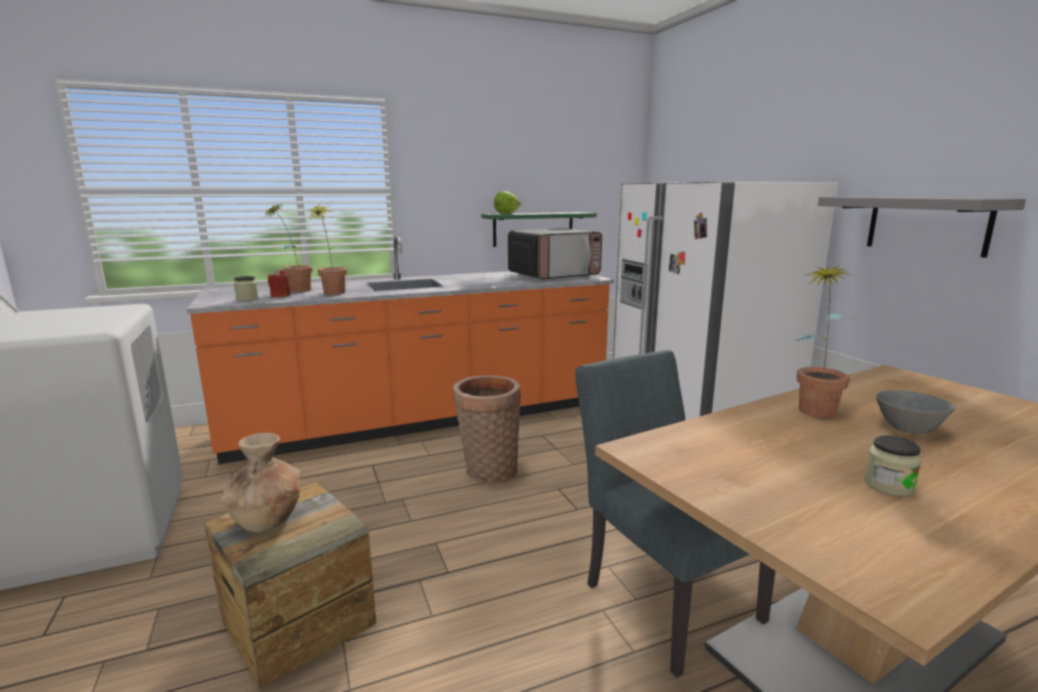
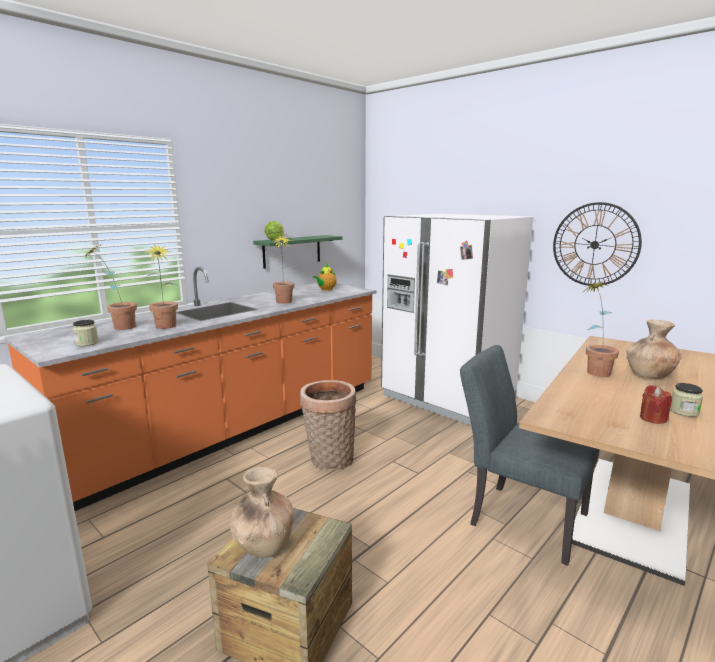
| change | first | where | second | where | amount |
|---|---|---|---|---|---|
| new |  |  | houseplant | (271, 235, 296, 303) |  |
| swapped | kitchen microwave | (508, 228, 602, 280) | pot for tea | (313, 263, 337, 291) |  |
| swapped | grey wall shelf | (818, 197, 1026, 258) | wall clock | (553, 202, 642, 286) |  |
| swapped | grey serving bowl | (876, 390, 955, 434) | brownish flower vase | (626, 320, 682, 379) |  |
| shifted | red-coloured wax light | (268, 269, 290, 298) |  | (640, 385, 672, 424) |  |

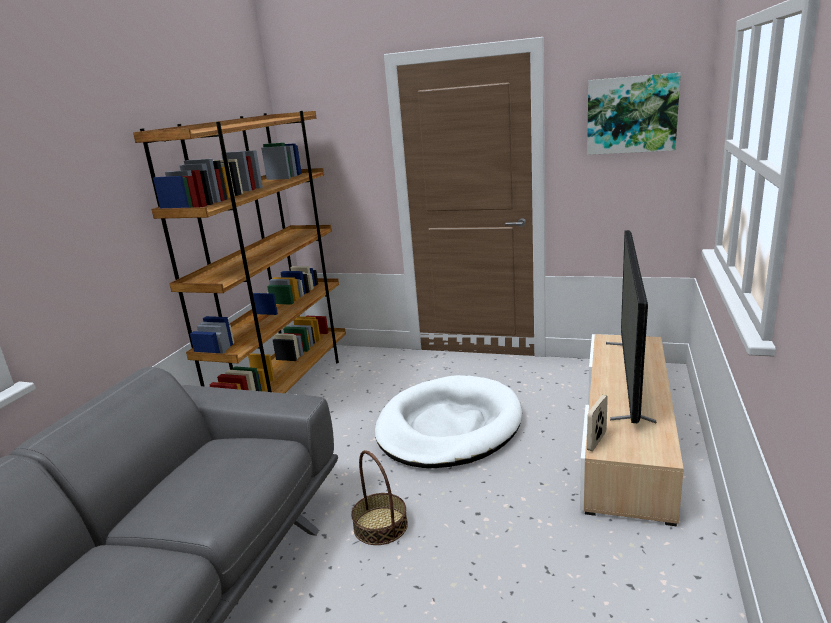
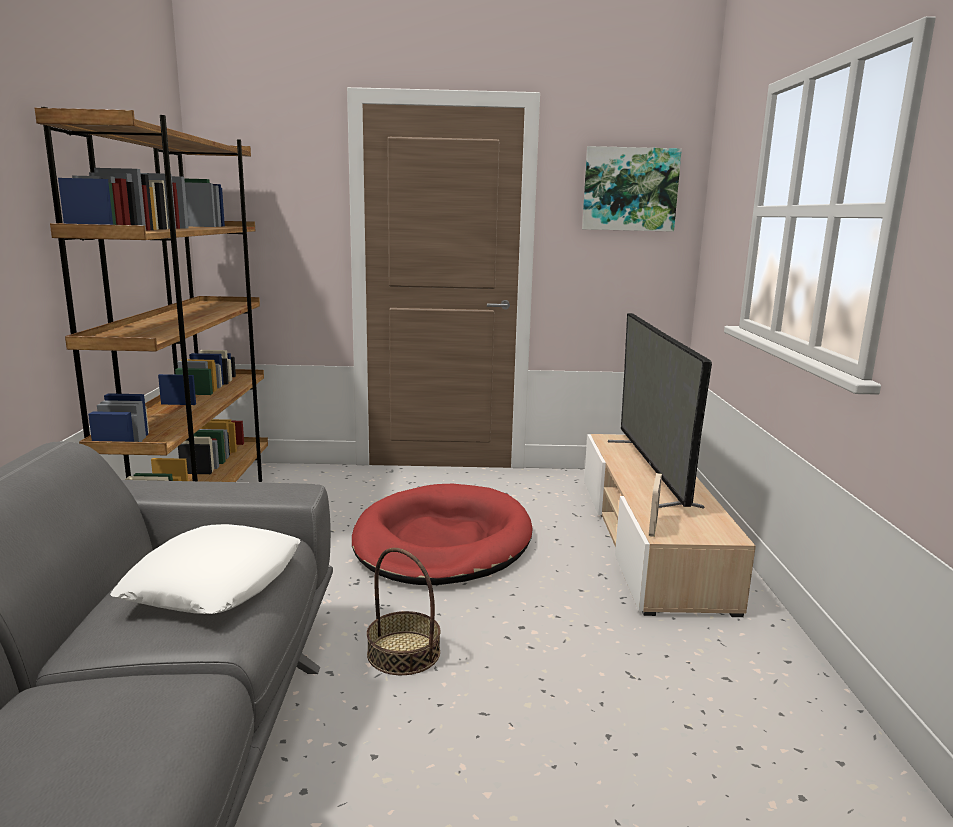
| change | first | where | second | where | amount |
|---|---|---|---|---|---|
| new |  |  | whitish pillow | (110, 524, 301, 614) |  |
| repainted | whitish dog cushion | (375, 375, 522, 468) | red-coloured dog cushion | (352, 484, 533, 585) |  |

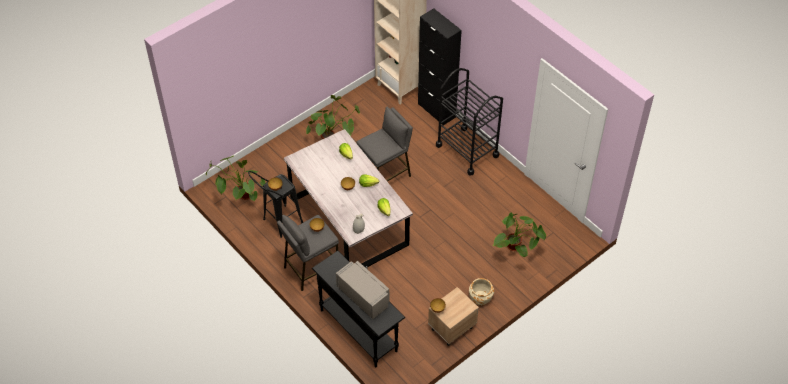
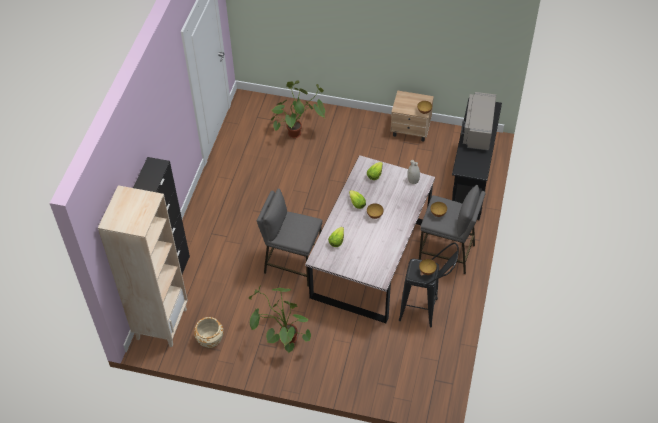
| change | first | where | second | where | amount |
|---|---|---|---|---|---|
| shifted | beige-coloured flower pot | (469, 278, 494, 305) |  | (194, 317, 224, 348) |  |
| gone | houseplant | (206, 155, 265, 201) |  |  |  |
| gone | blackish wheeled cart | (436, 68, 503, 176) |  |  |  |

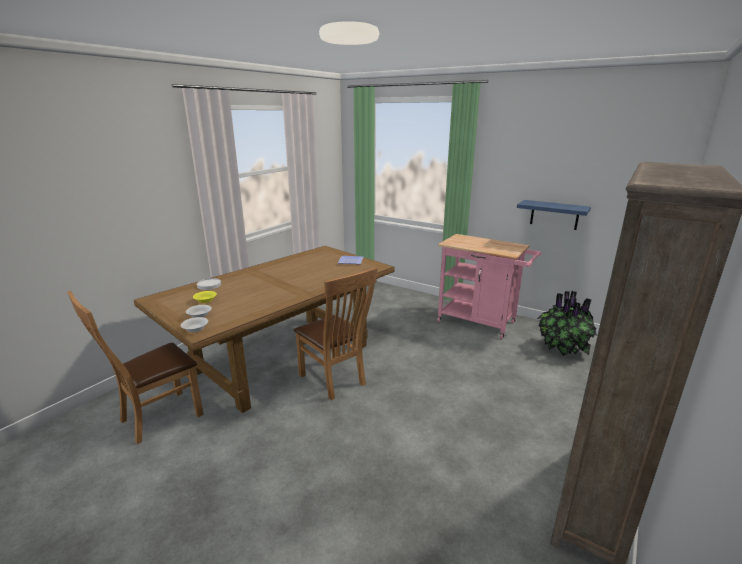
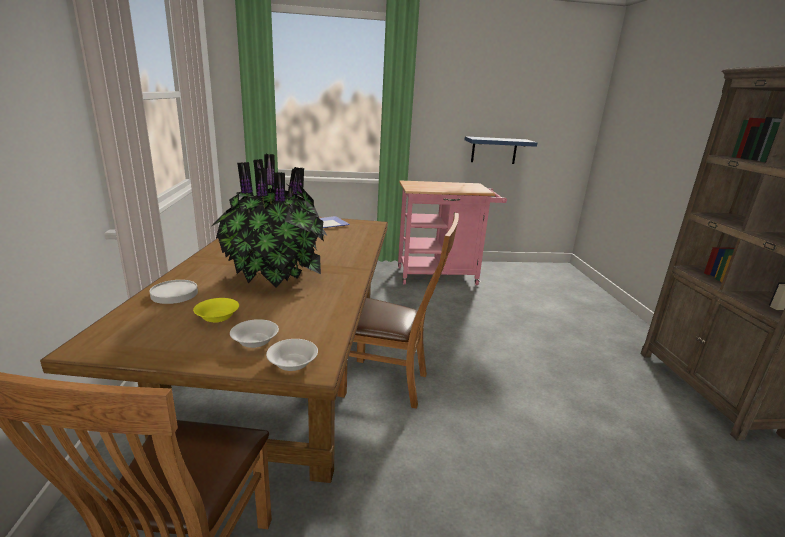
| change | first | where | second | where | amount |
|---|---|---|---|---|---|
| shifted | houseplant | (537, 291, 597, 356) |  | (212, 154, 327, 288) |  |

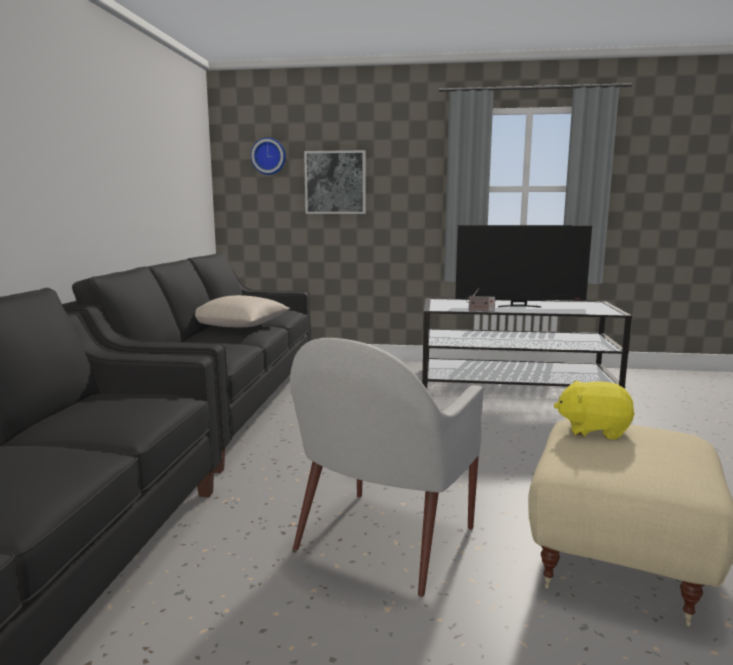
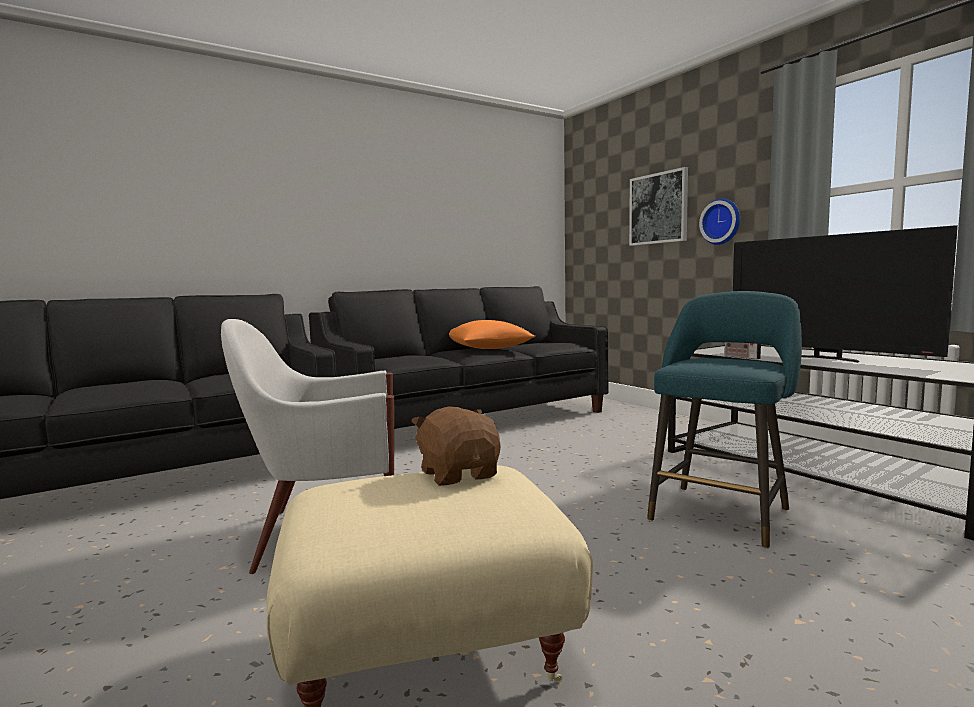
| change | first | where | second | where | amount |
|---|---|---|---|---|---|
| repainted | yellow-coloured plush toy | (554, 380, 635, 440) | brownish plush toy | (411, 406, 501, 486) |  |
| repainted | beige-coloured pillow | (195, 295, 290, 327) | orange-coloured pillow | (449, 320, 536, 349) |  |
| new |  |  | blue-green sitting stool | (647, 291, 802, 549) |  |
| shifted | wall clock | (251, 137, 286, 175) |  | (699, 198, 740, 245) |  |

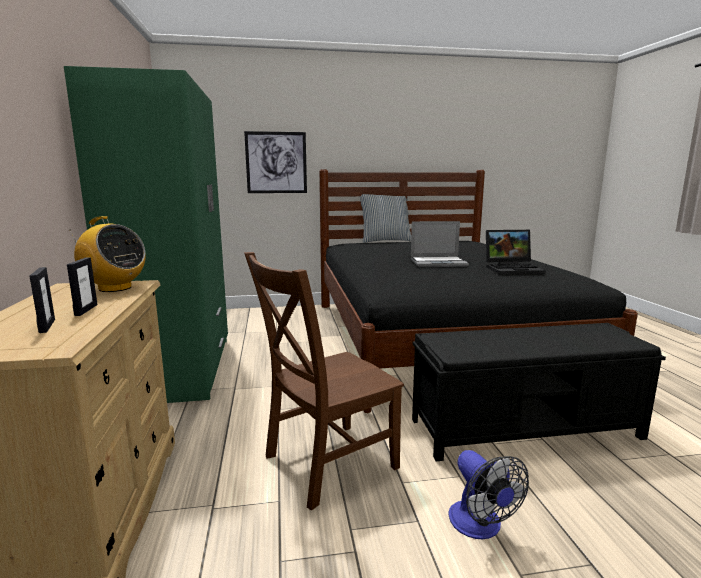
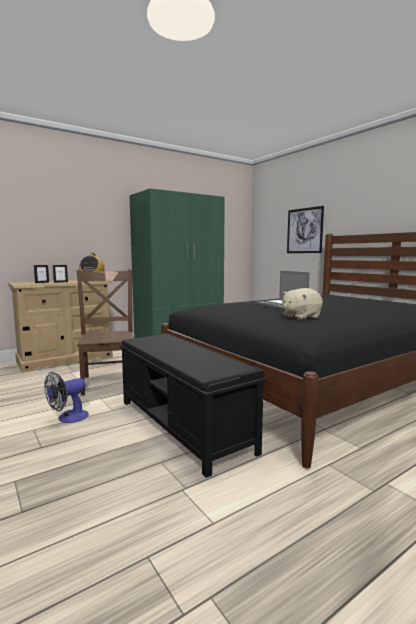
| change | first | where | second | where | amount |
|---|---|---|---|---|---|
| rotated | brownish chair | (244, 252, 404, 510) |  | (77, 269, 134, 396) | 45 degrees clockwise |
| swapped | laptop | (486, 229, 546, 275) | beige-coloured plush toy | (282, 288, 323, 320) |  |
| gone | pillow | (359, 194, 411, 243) |  |  |  |

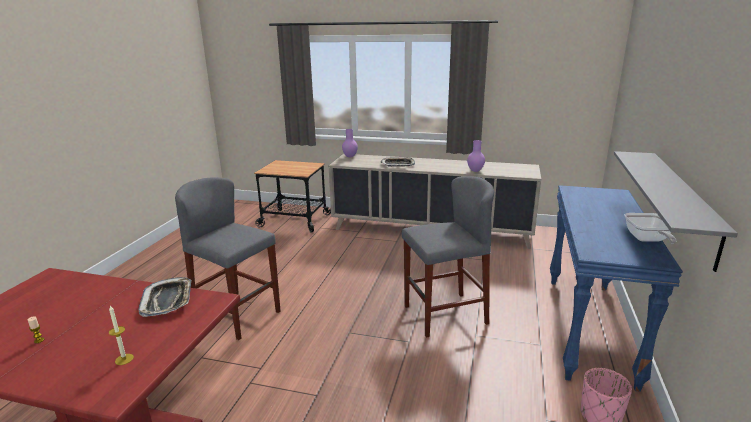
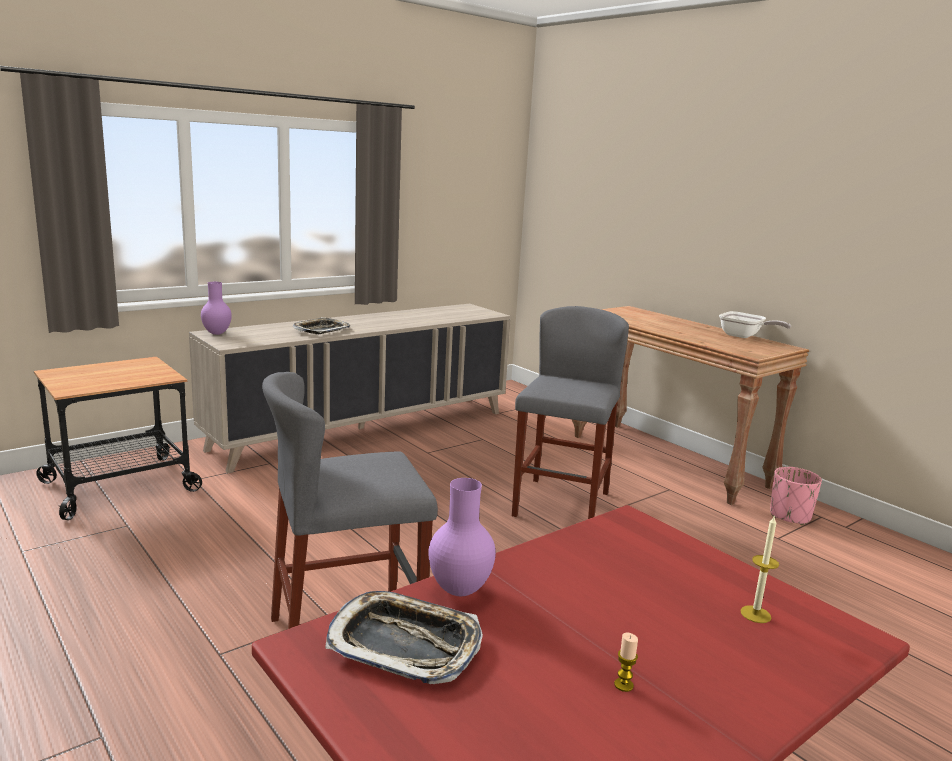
| change | first | where | second | where | amount |
|---|---|---|---|---|---|
| shifted | serving tray | (138, 277, 192, 317) |  | (325, 591, 483, 684) |  |
| shifted | purplish flower vase | (467, 140, 485, 172) |  | (429, 478, 496, 596) |  |
| repainted | bluish narrow table | (550, 185, 683, 392) | brownish narrow table | (572, 306, 809, 505) |  |
| gone | grey wall shelf | (614, 151, 738, 272) |  |  |  |

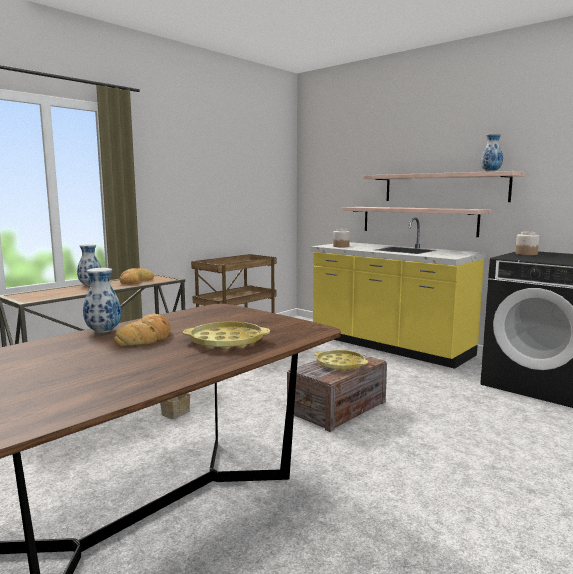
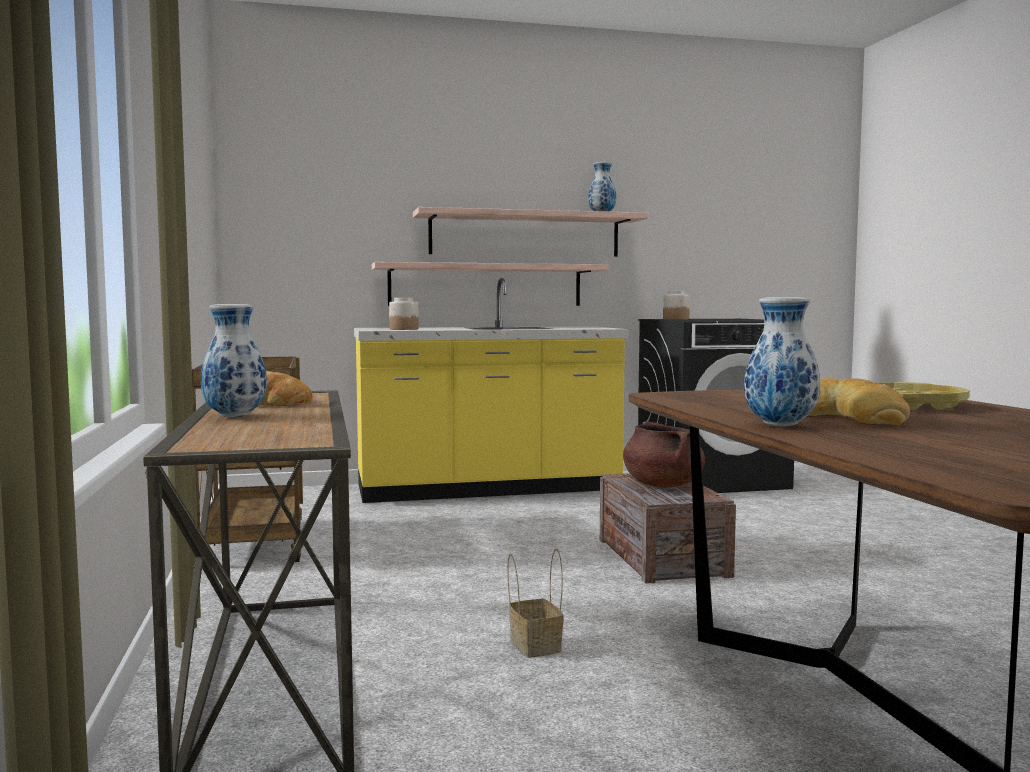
| change | first | where | second | where | amount |
|---|---|---|---|---|---|
| swapped | yellow-coloured serving tray | (314, 350, 368, 371) | brownish stockpot | (623, 421, 705, 487) |  |

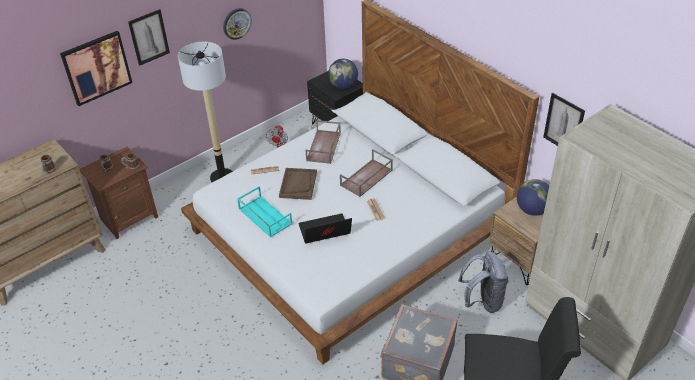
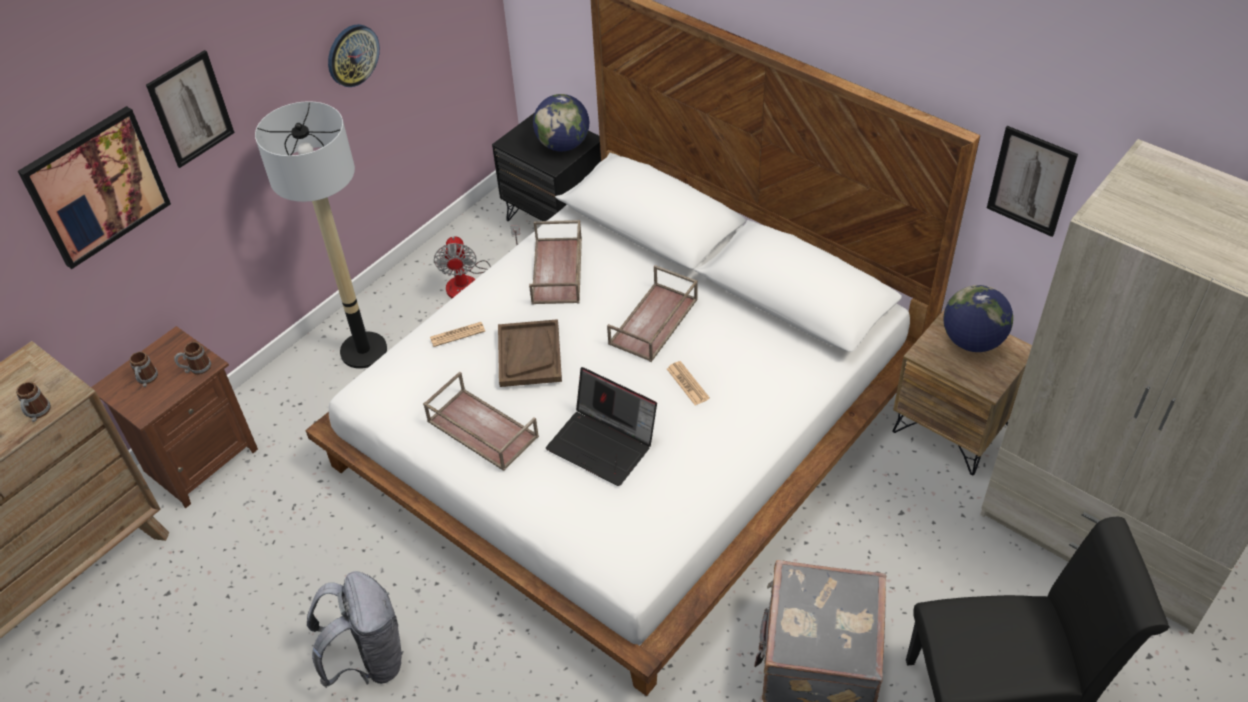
| change | first | where | second | where | amount |
|---|---|---|---|---|---|
| shifted | grey backpack | (458, 251, 508, 313) |  | (307, 571, 404, 688) |  |
| repainted | blue-green serving tray | (237, 186, 292, 238) | brownish serving tray | (423, 372, 539, 471) |  |
| rotated | laptop | (298, 213, 352, 243) |  | (546, 367, 657, 486) | 120 degrees counterclockwise |

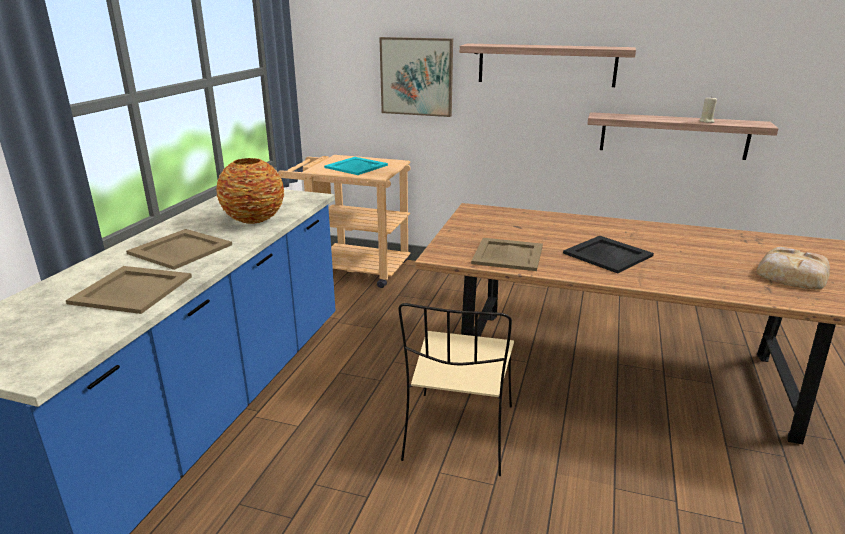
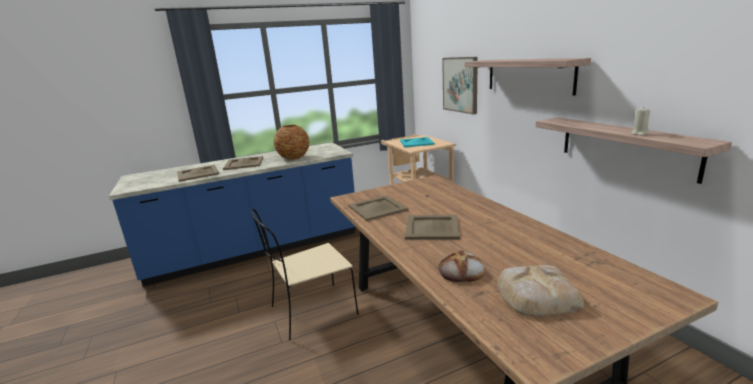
| change | first | where | second | where | amount |
|---|---|---|---|---|---|
| repainted | blackish serving tray | (563, 236, 654, 274) | beige-coloured serving tray | (405, 215, 460, 240) |  |
| new |  |  | bakery bread | (438, 250, 485, 282) |  |

